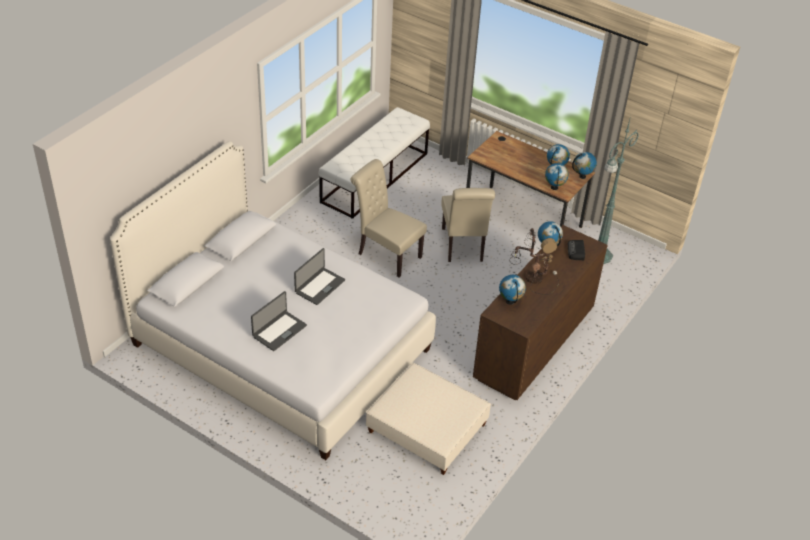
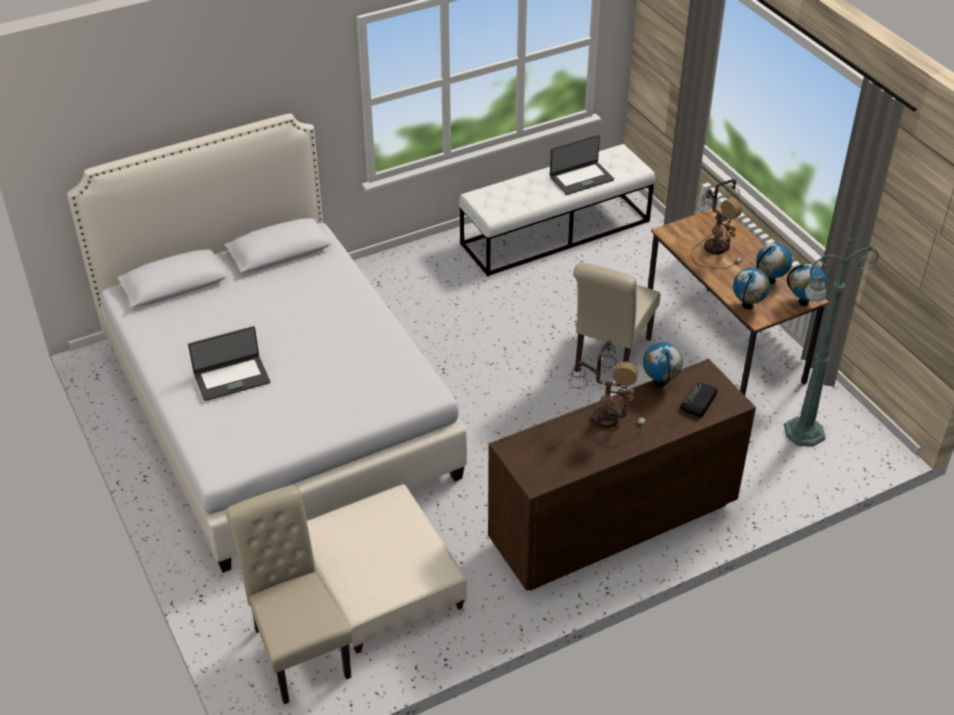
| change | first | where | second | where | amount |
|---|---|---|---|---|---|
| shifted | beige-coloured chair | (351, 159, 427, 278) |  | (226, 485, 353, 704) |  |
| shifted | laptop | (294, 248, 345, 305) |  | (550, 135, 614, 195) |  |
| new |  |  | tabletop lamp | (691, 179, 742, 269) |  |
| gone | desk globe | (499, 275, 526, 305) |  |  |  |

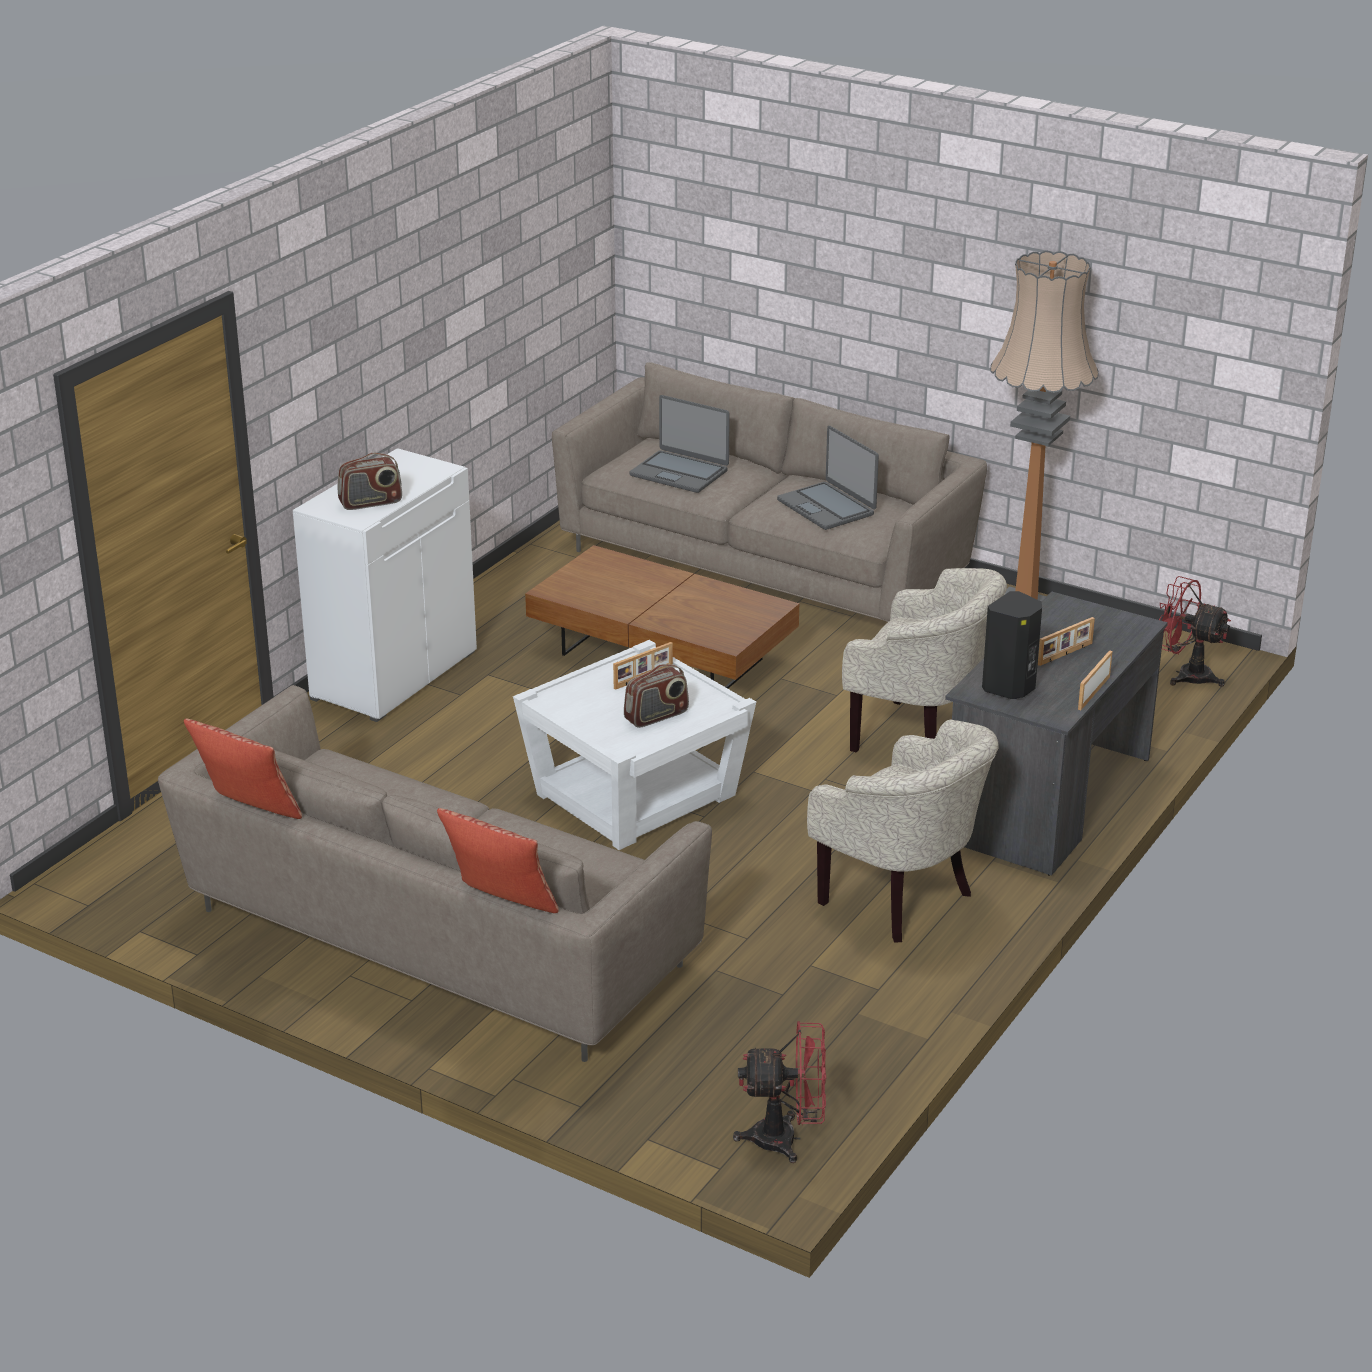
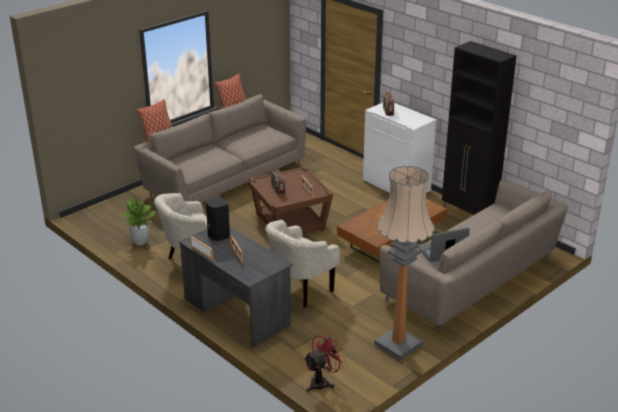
| change | first | where | second | where | amount |
|---|---|---|---|---|---|
| new |  |  | houseplant | (123, 196, 156, 246) |  |
| repainted | whitish end table | (513, 640, 756, 850) | brownish end table | (249, 166, 333, 234) |  |
| new |  |  | blackish storage cabinet | (442, 41, 517, 215) |  |
| gone | laptop | (630, 395, 730, 493) |  |  |  |
| gone | red-coloured fan | (733, 1021, 826, 1163) |  |  |  |

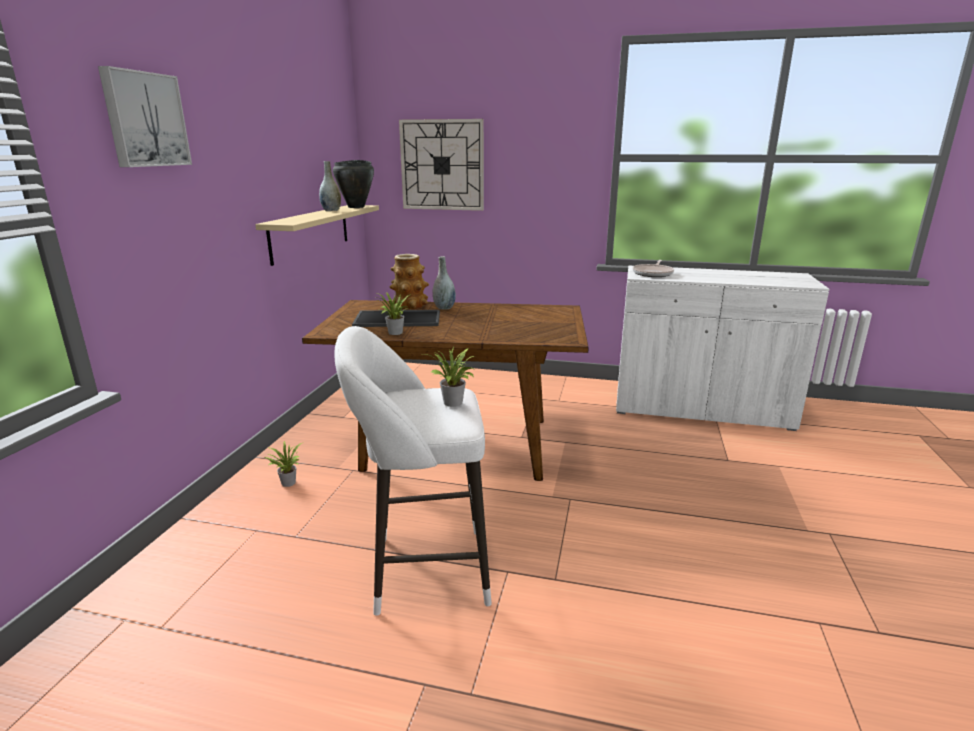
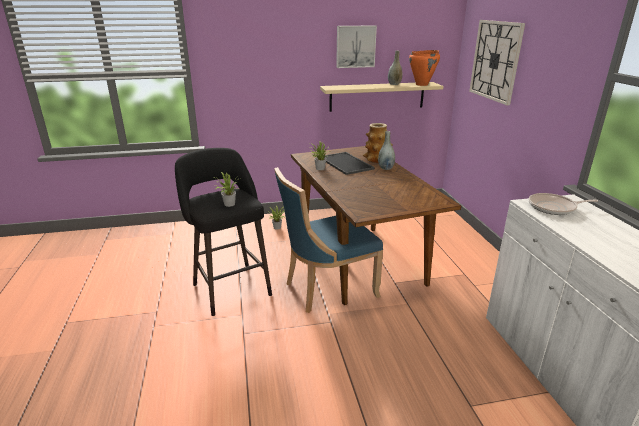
| change | first | where | second | where | amount |
|---|---|---|---|---|---|
| repainted | whitish sitting stool | (335, 326, 492, 616) | blackish sitting stool | (175, 148, 272, 316) |  |
| new |  |  | bluish chair | (274, 167, 383, 313) |  |
| shifted | picture | (98, 66, 192, 167) |  | (336, 25, 377, 68) |  |
| repainted | blackish stockpot | (333, 160, 374, 208) | orange-coloured stockpot | (409, 50, 440, 86) |  |

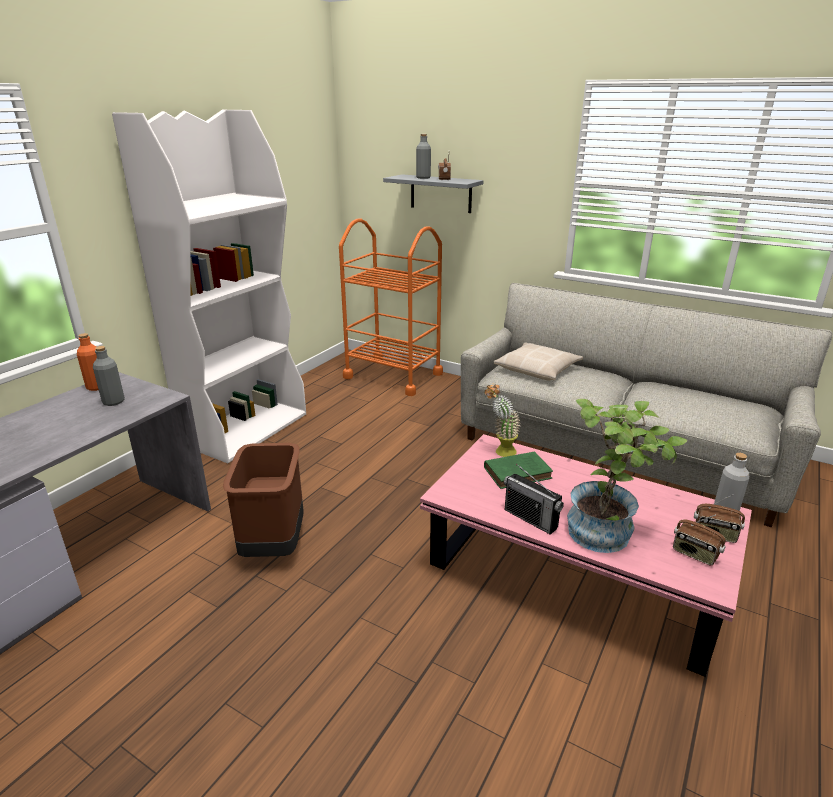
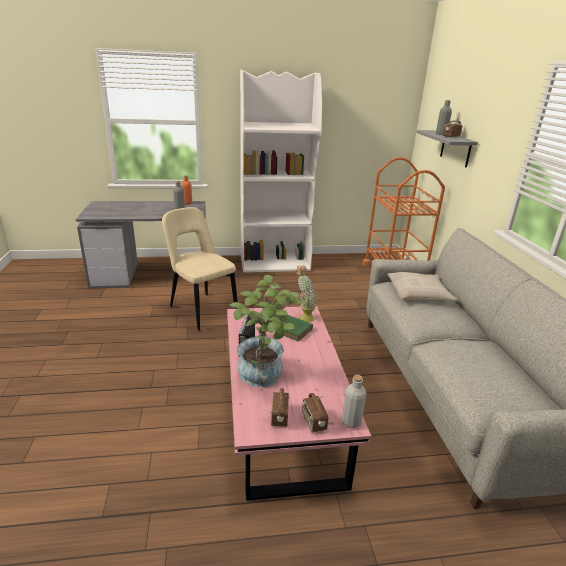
| change | first | where | second | where | amount |
|---|---|---|---|---|---|
| swapped | brownish waste bin | (223, 443, 303, 557) | beige-coloured chair | (162, 207, 238, 330) |  |

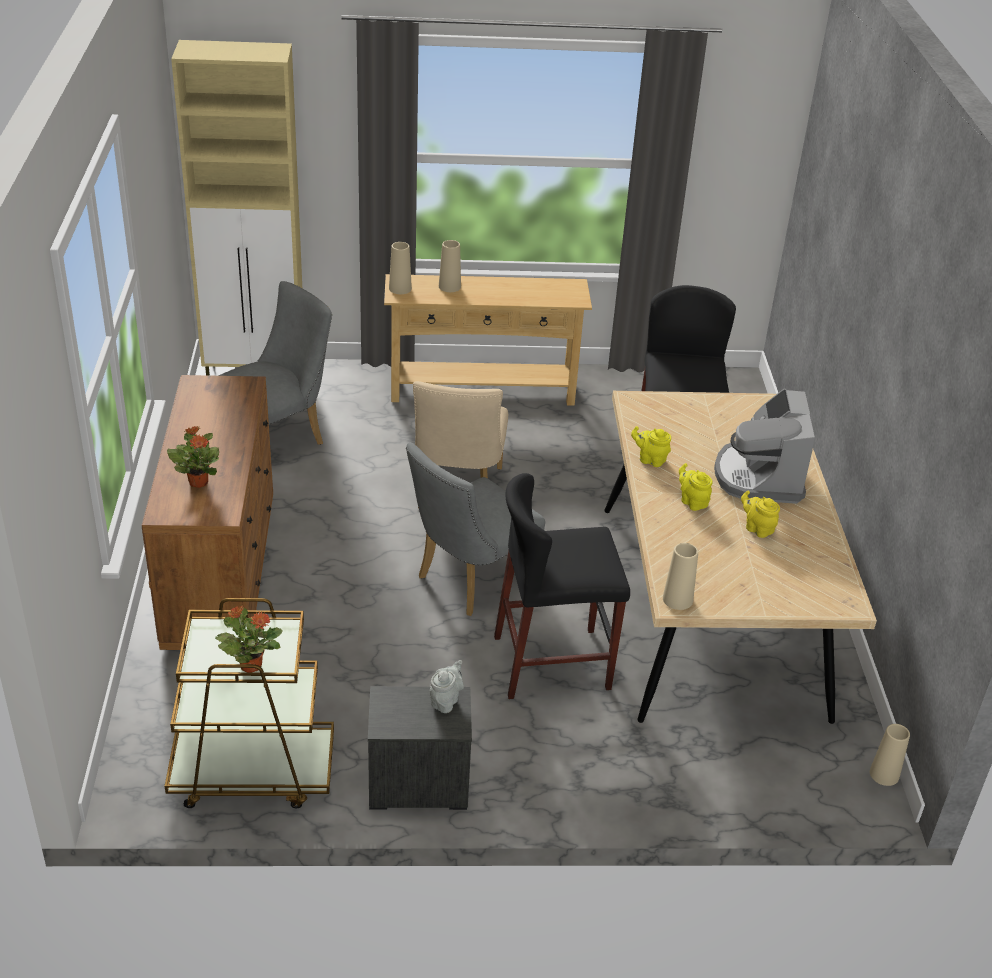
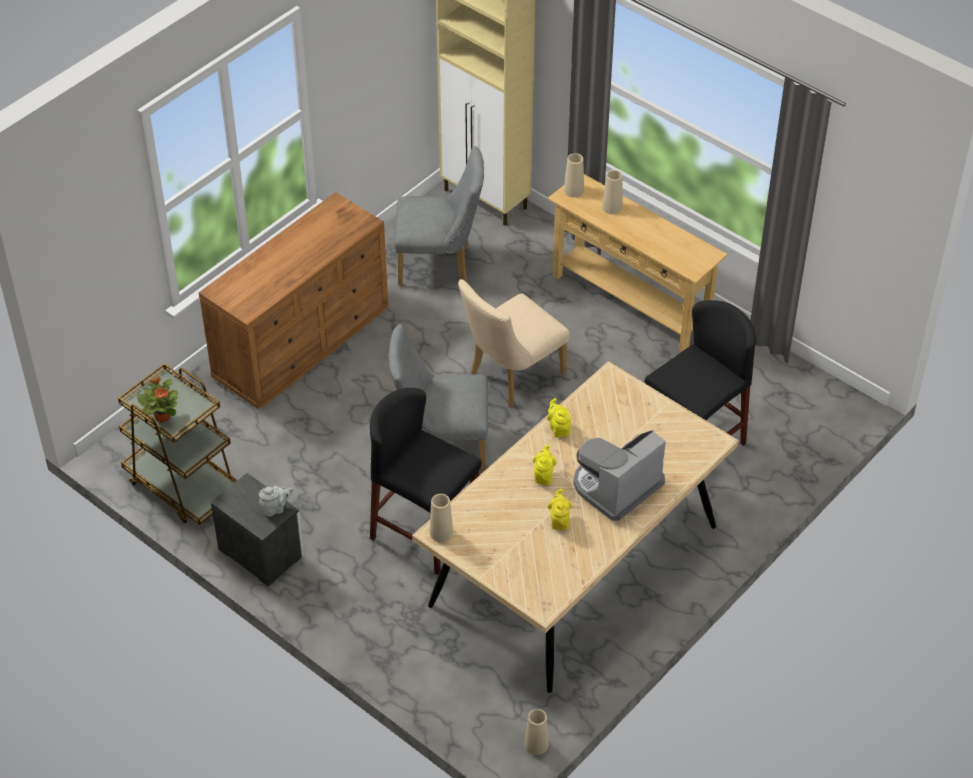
| change | first | where | second | where | amount |
|---|---|---|---|---|---|
| gone | houseplant | (167, 426, 219, 488) |  |  |  |

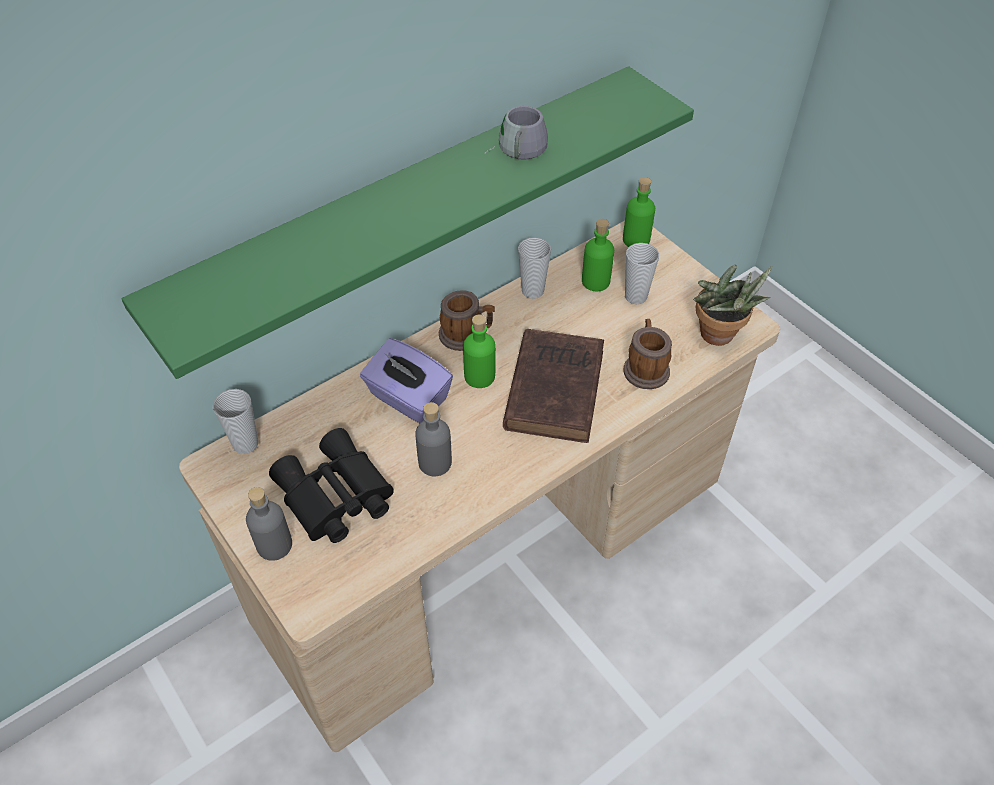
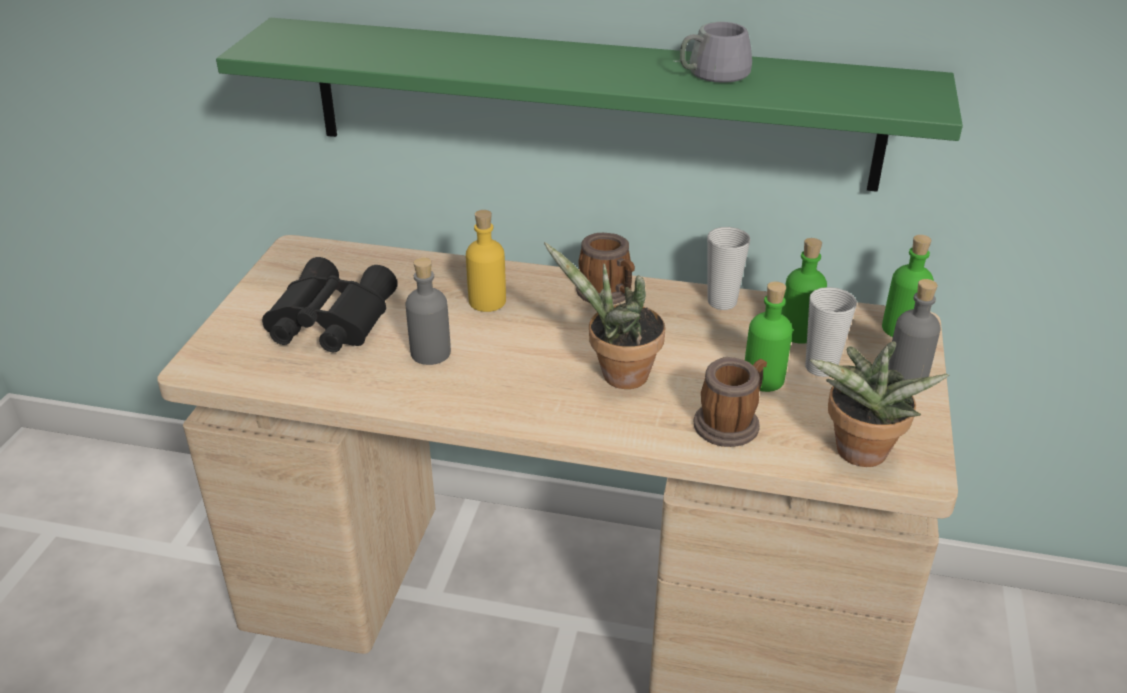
| change | first | where | second | where | amount |
|---|---|---|---|---|---|
| swapped | purplish tissue box | (360, 338, 453, 423) | yellow-coloured drink bottle | (466, 210, 506, 312) |  |
| swapped | brownish bound book | (503, 329, 604, 443) | houseplant | (544, 242, 665, 389) |  |
| shifted | greenish drink bottle | (463, 315, 496, 388) |  | (745, 282, 793, 392) |  |
| shifted | grey drink bottle | (246, 487, 292, 561) |  | (888, 279, 941, 380) |  |
| gone | small cup | (213, 389, 258, 454) |  |  |  |

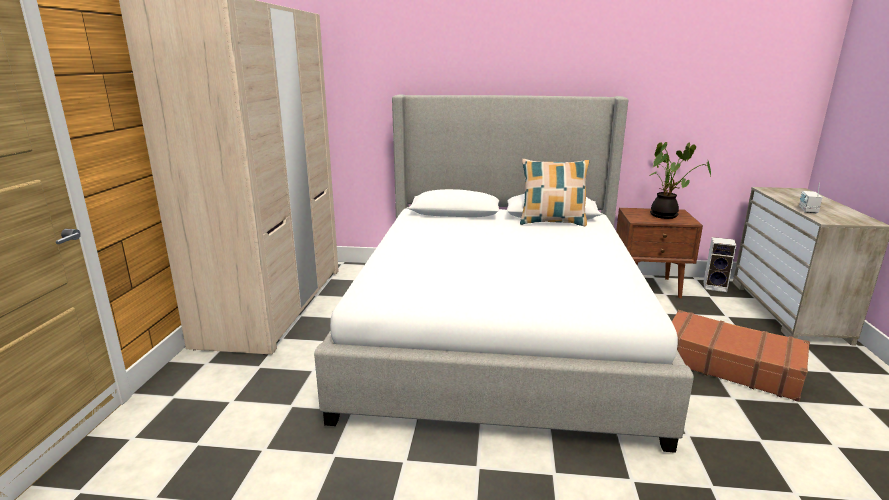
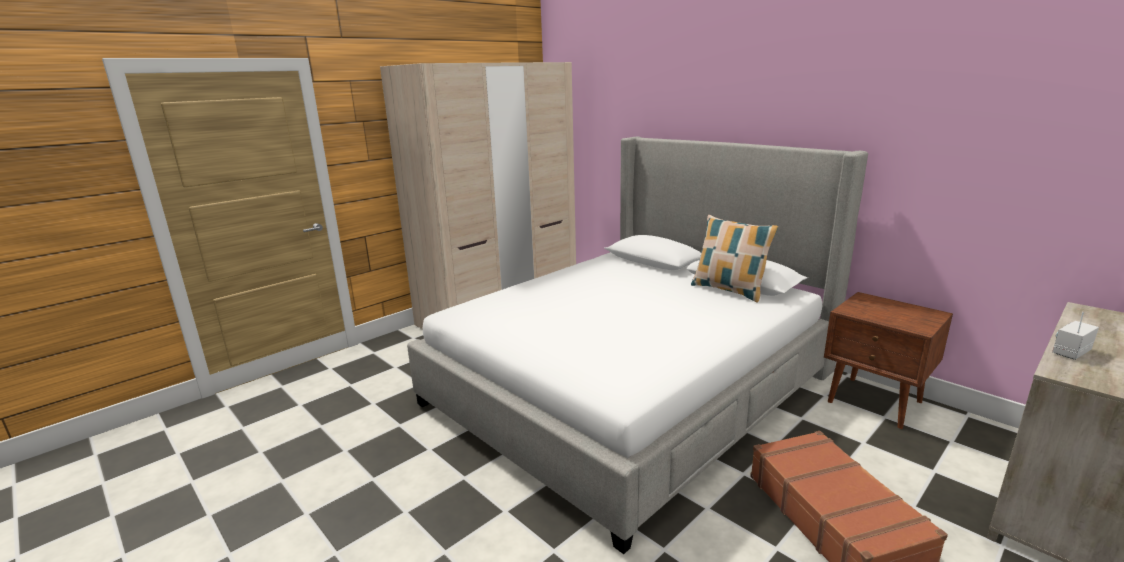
| change | first | where | second | where | amount |
|---|---|---|---|---|---|
| gone | houseplant | (650, 142, 711, 219) |  |  |  |
| gone | speaker | (704, 237, 737, 292) |  |  |  |

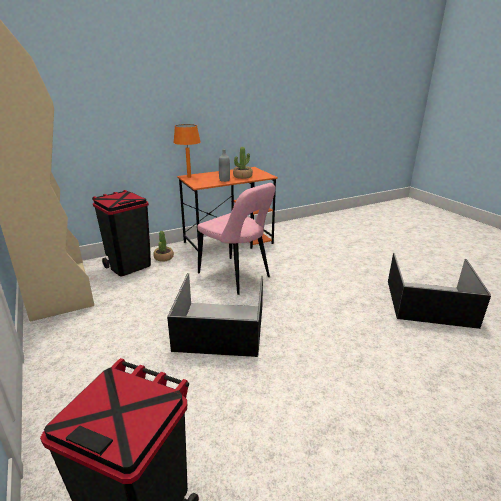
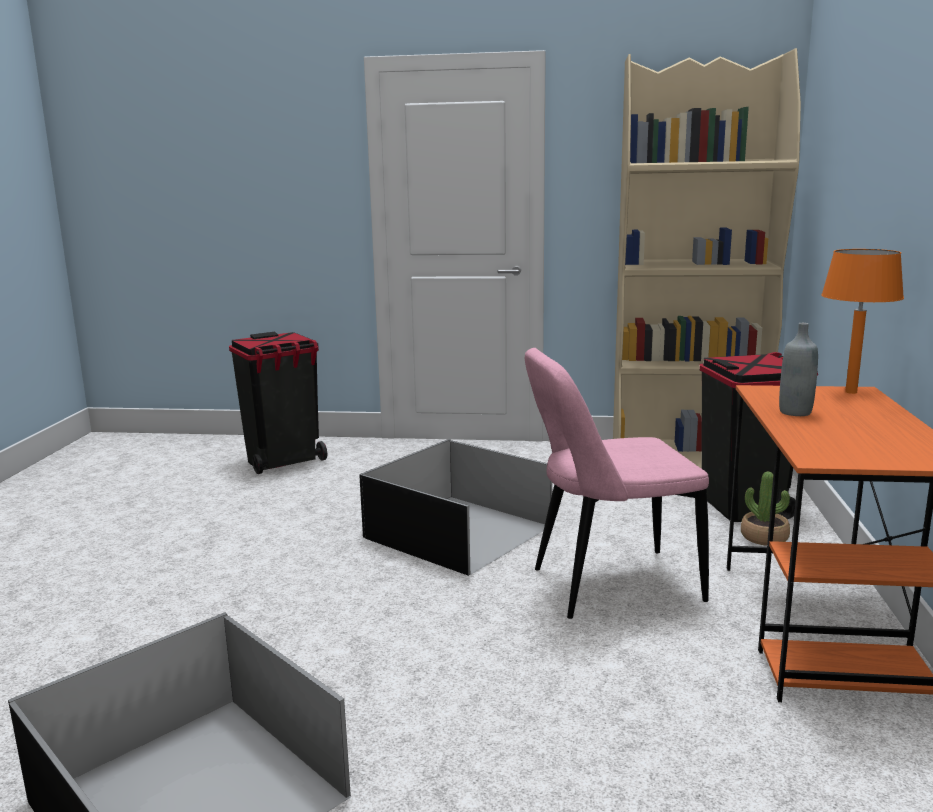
| change | first | where | second | where | amount |
|---|---|---|---|---|---|
| gone | houseplant | (233, 147, 253, 179) |  |  |  |

